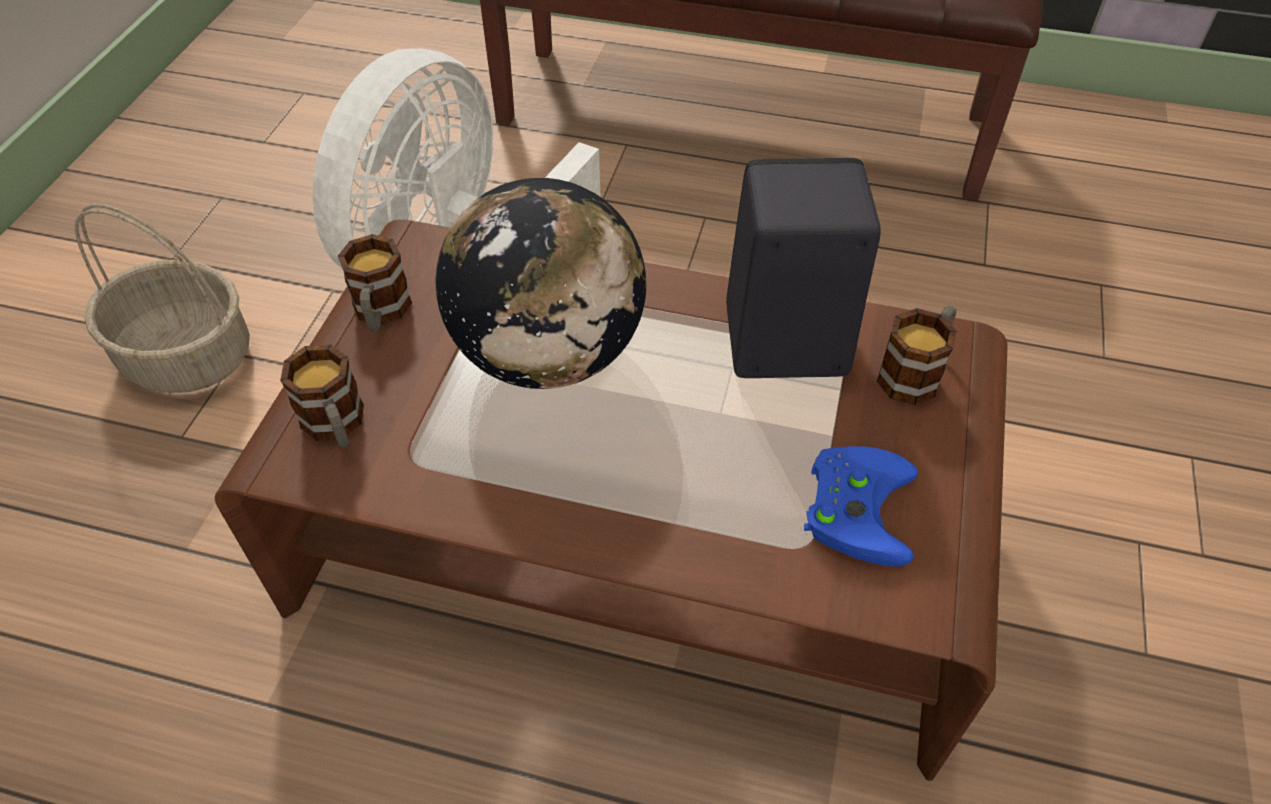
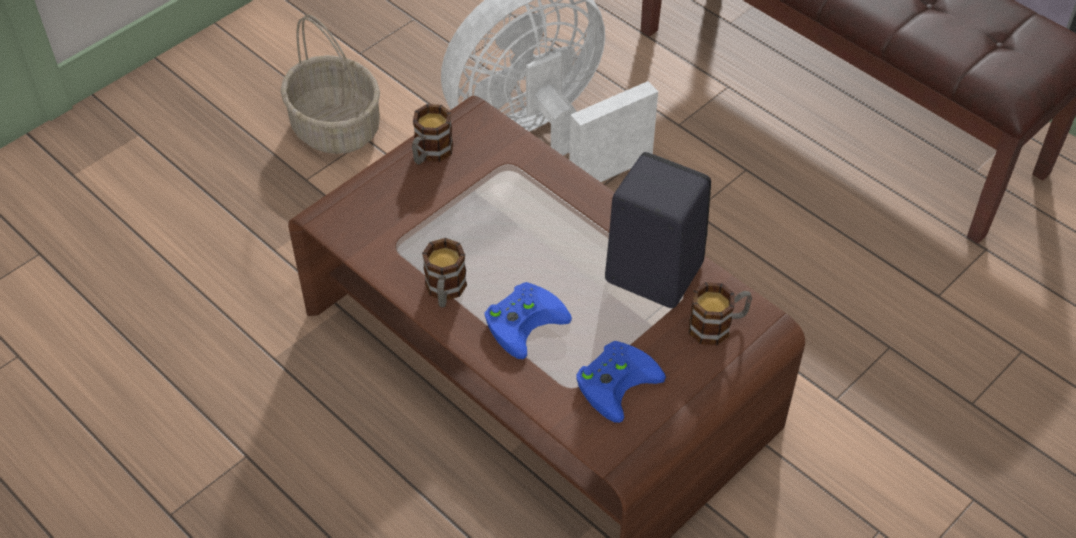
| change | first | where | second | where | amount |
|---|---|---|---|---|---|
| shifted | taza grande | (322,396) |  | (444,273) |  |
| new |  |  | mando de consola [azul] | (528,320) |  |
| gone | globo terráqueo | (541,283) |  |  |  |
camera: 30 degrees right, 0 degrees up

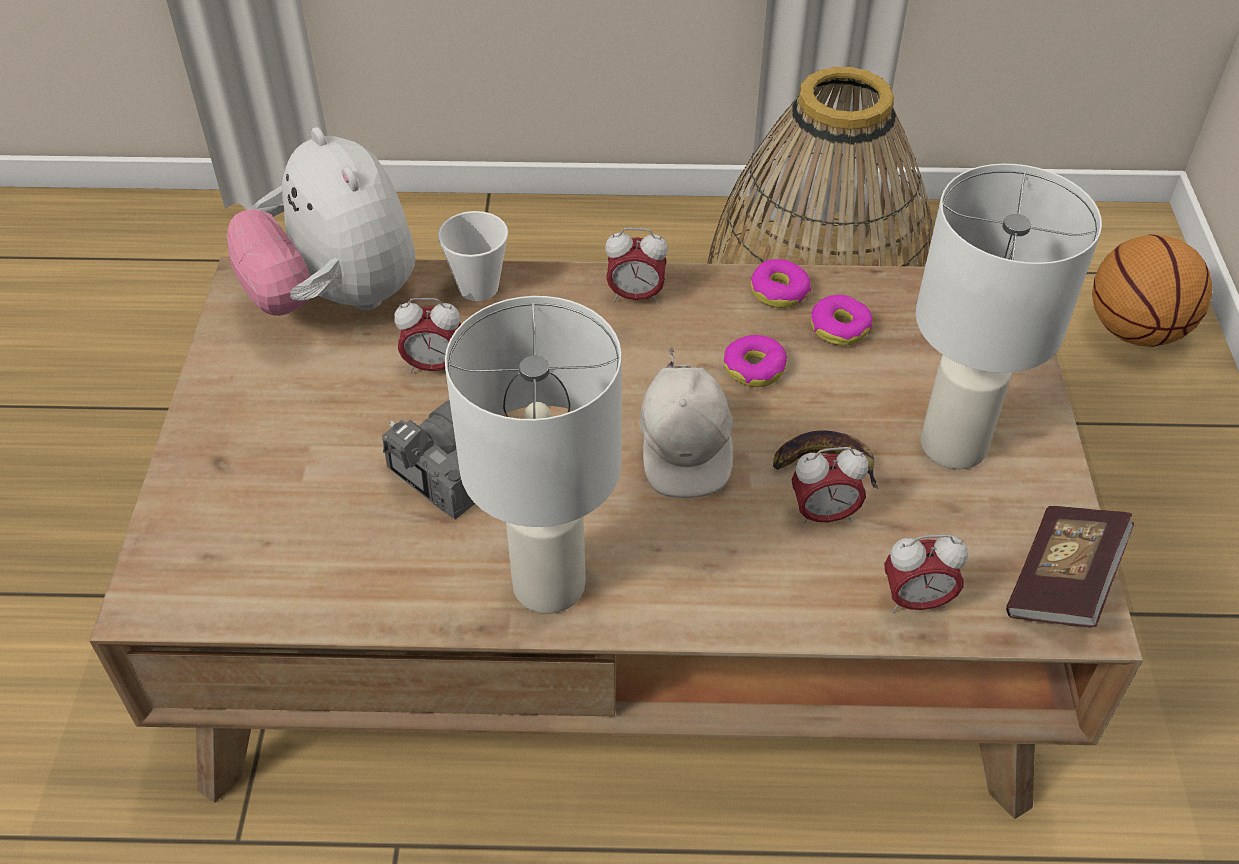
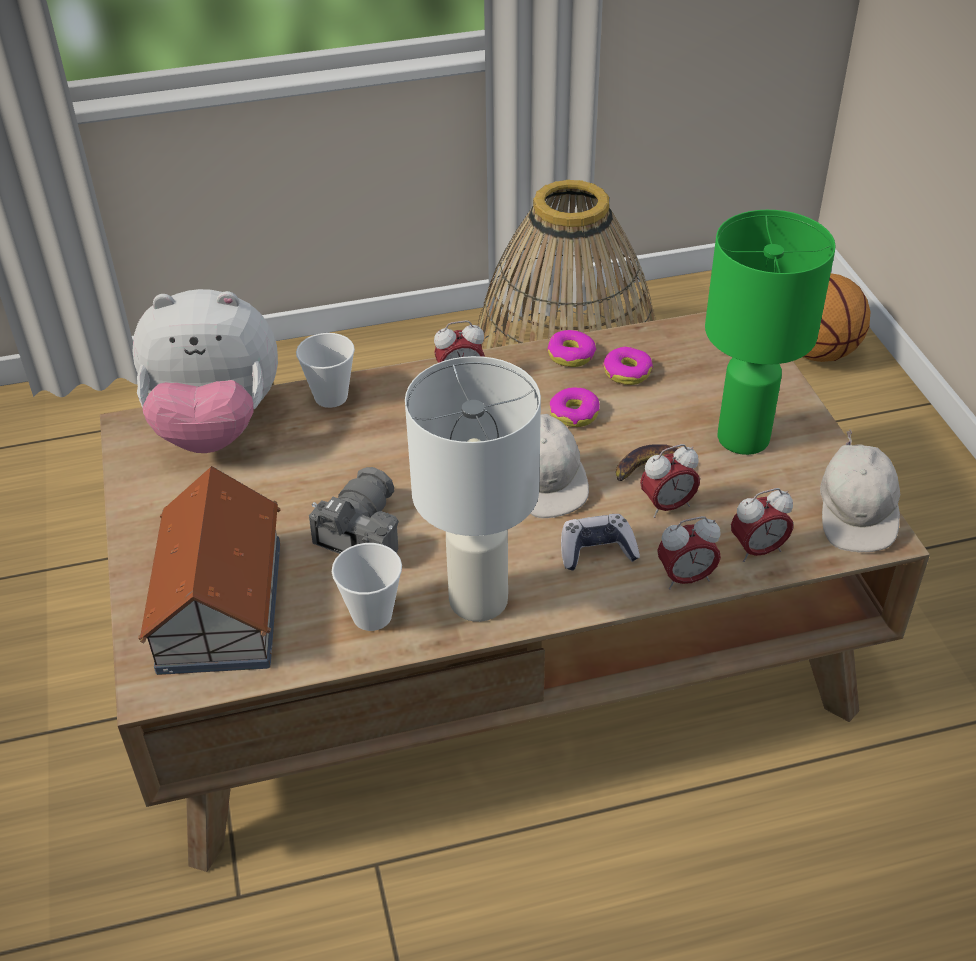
| change | first | where | second | where | amount |
|---|---|---|---|---|---|
| rotated | peluche | (321,221) |  | (205,371) | 45 degrees counterclockwise |
| new |  |  | casita | (209,570) |  |
| new |  |  | taza | (367,587) |  |
| new |  |  | mando de consola | (600,542) |  |
| shifted | despertador | (427,336) |  | (689,553) |  |
| repainted | lámpara de mesa [blanco] | (1009,316) | lámpara de mesa [verde] | (770,332) |  |
| swapped | libro | (1070,566) | gorra [blanco] | (860,490) |  |
camera: 15 degrees left, 5 degrees down

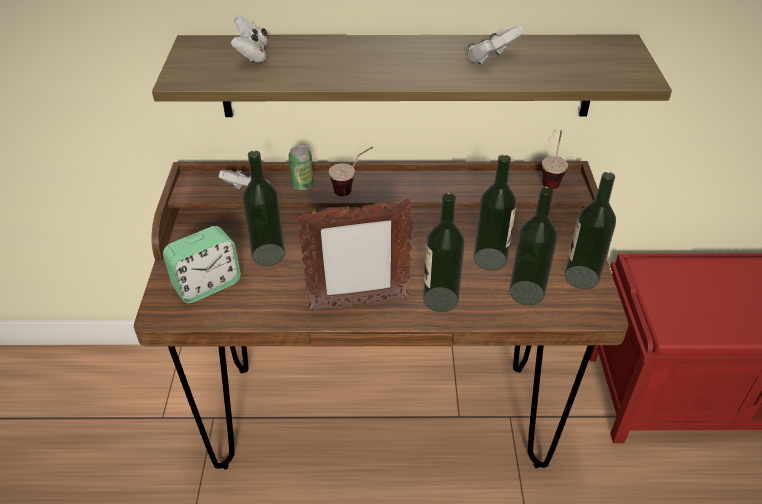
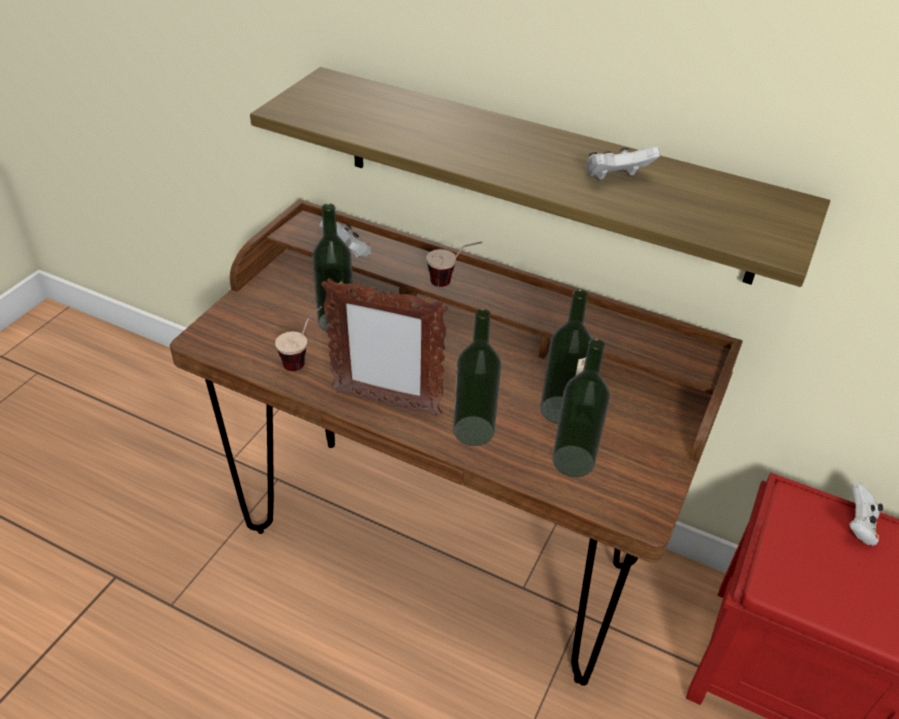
| change | first | where | second | where | amount |
|---|---|---|---|---|---|
| shifted | taza | (555,159) |  | (298,338) |  |
| shifted | mando de consola [blanco] | (249,39) |  | (866,514) |  |
| gone | despertador | (202,264) |  |  |  |
| gone | lata | (301,167) |  |  |  |
| gone | botella | (590,230) |  |  |  |
camera: 25 degrees right, 0 degrees up

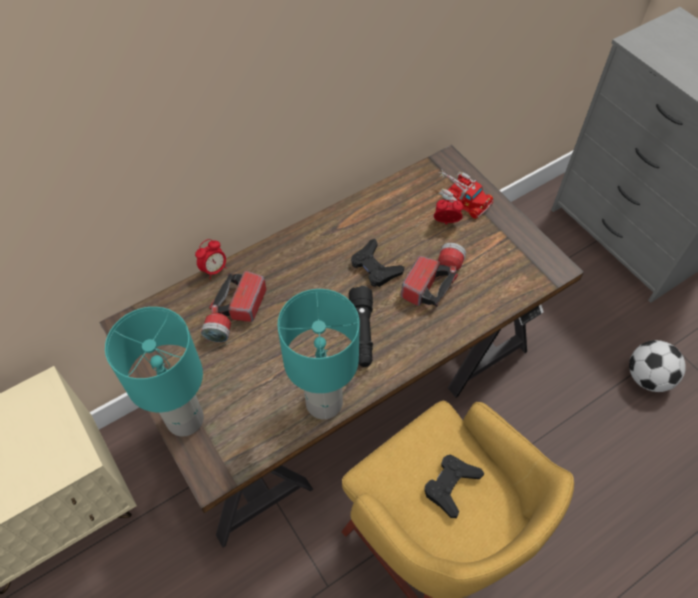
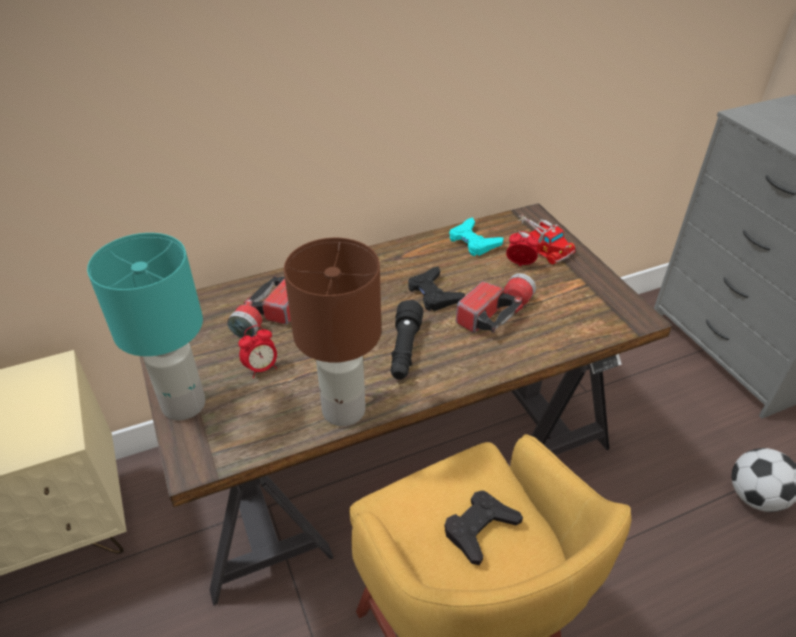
| change | first | where | second | where | amount |
|---|---|---|---|---|---|
| shifted | despertador | (211,259) |  | (257,351) |  |
| repainted | lámpara de mesa [turquesa] | (319,354) | lámpara de mesa [marrón] | (332,332) |  |
| new |  |  | mando de consola [turquesa] | (476,236) |  |
camera: 10 degrees right, 15 degrees down

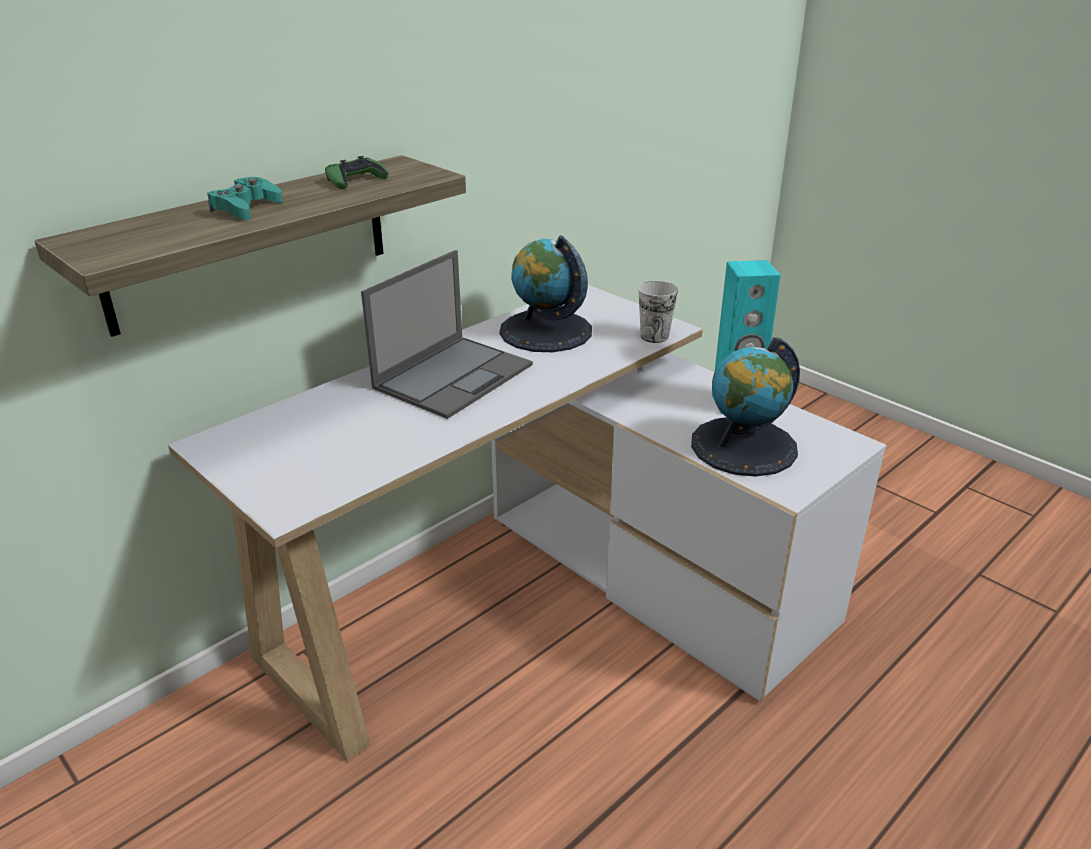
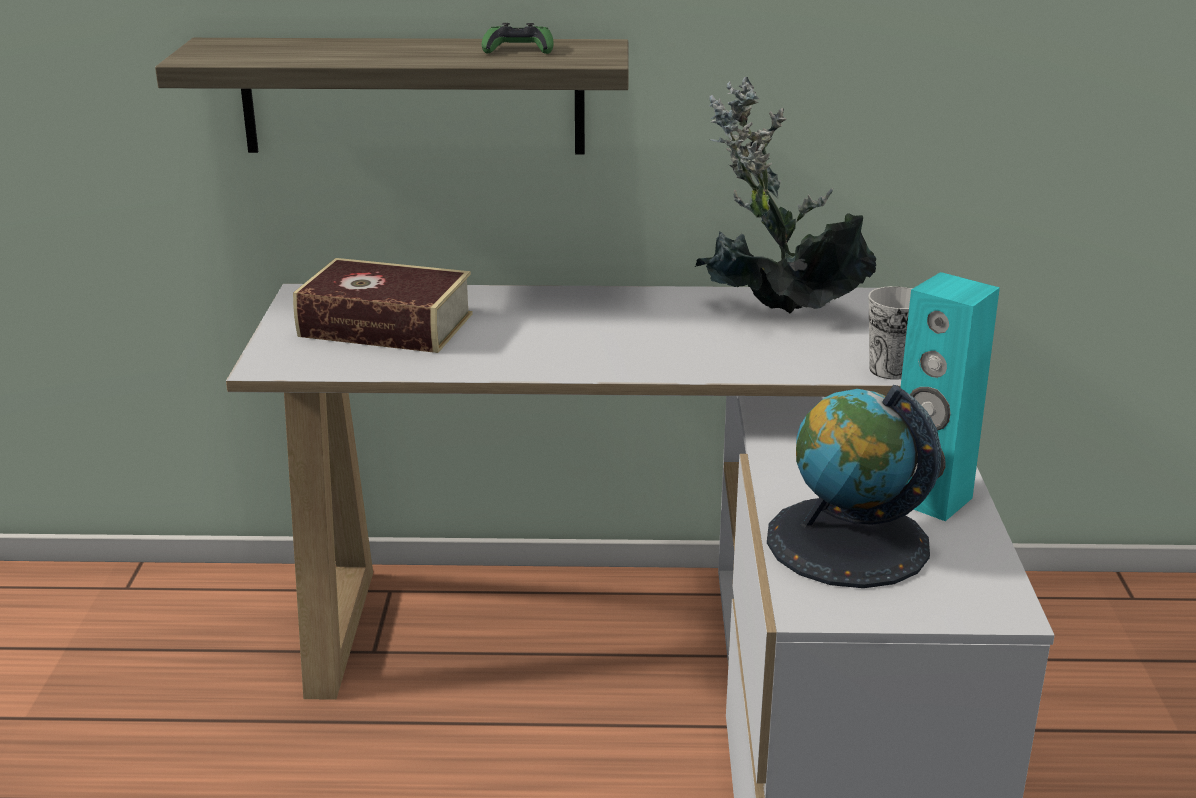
| change | first | where | second | where | amount |
|---|---|---|---|---|---|
| new |  |  | libro | (383,305) |  |
| swapped | globo terráqueo | (545,293) | planta en maceta | (785,195) |  |
| gone | mando de consola [turquesa] | (245,198) |  |  |  |
| gone | portátil | (447,334) |  |  |  |
camera: 45 degrees right, 5 degrees down

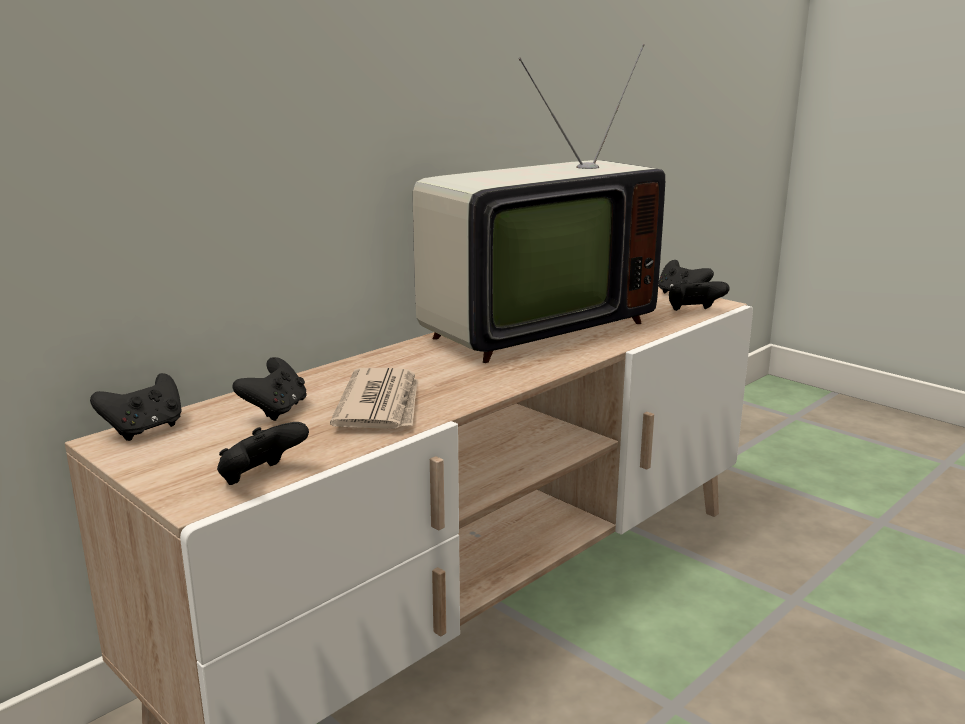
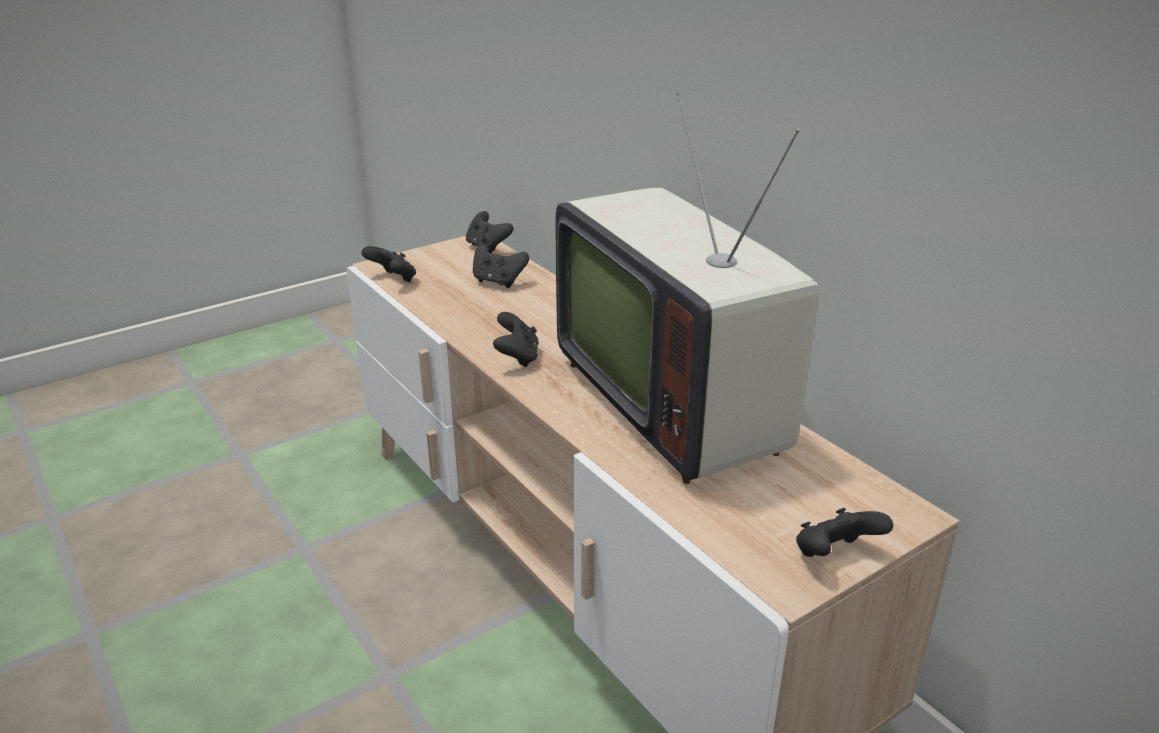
| change | first | where | second | where | amount |
|---|---|---|---|---|---|
| shifted | mando de consola [negro] | (699,296) |  | (516,339) |  |
| gone | periódico | (374,398) |  |  |  |
camera: 100 degrees right, 10 degrees up

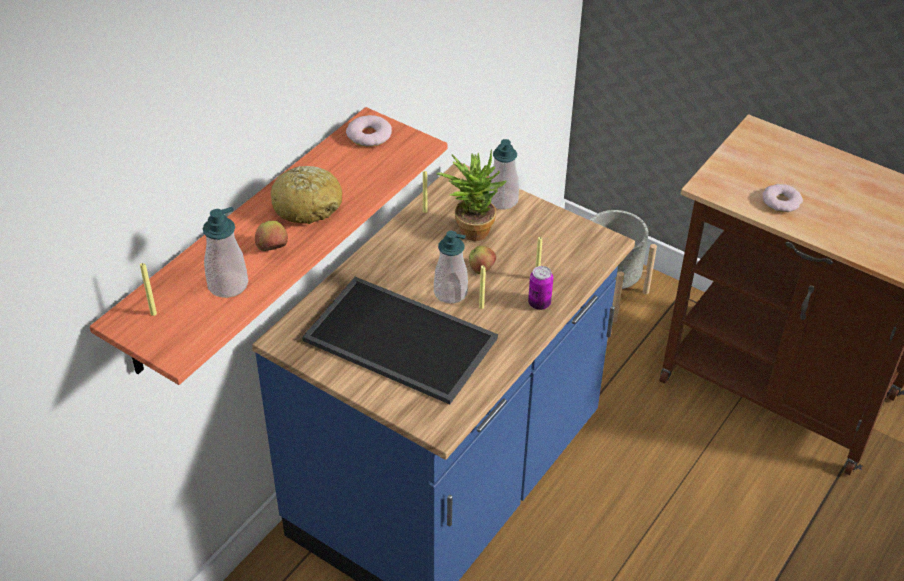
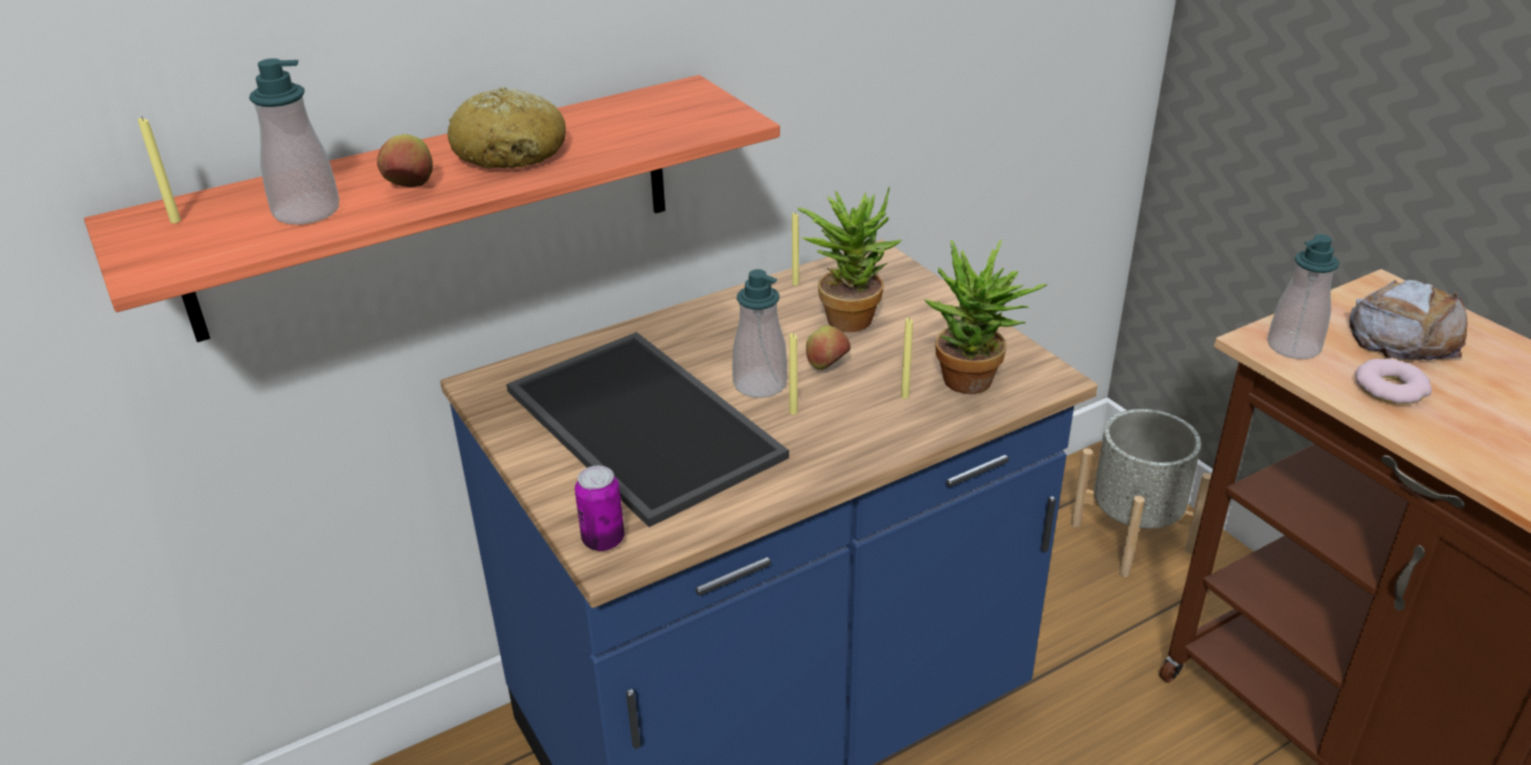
| change | first | where | second | where | amount |
|---|---|---|---|---|---|
| shifted | lata | (540,288) |  | (599,508) |  |
| new |  |  | planta en maceta | (986,317) |  |
| shifted | dispensador de jabón | (504,174) |  | (1303,296) |  |
| new |  |  | pan | (1409,320) |  |
| gone | rosquilla | (369,131) |  |  |  |
camera: 25 degrees right, 10 degrees down

